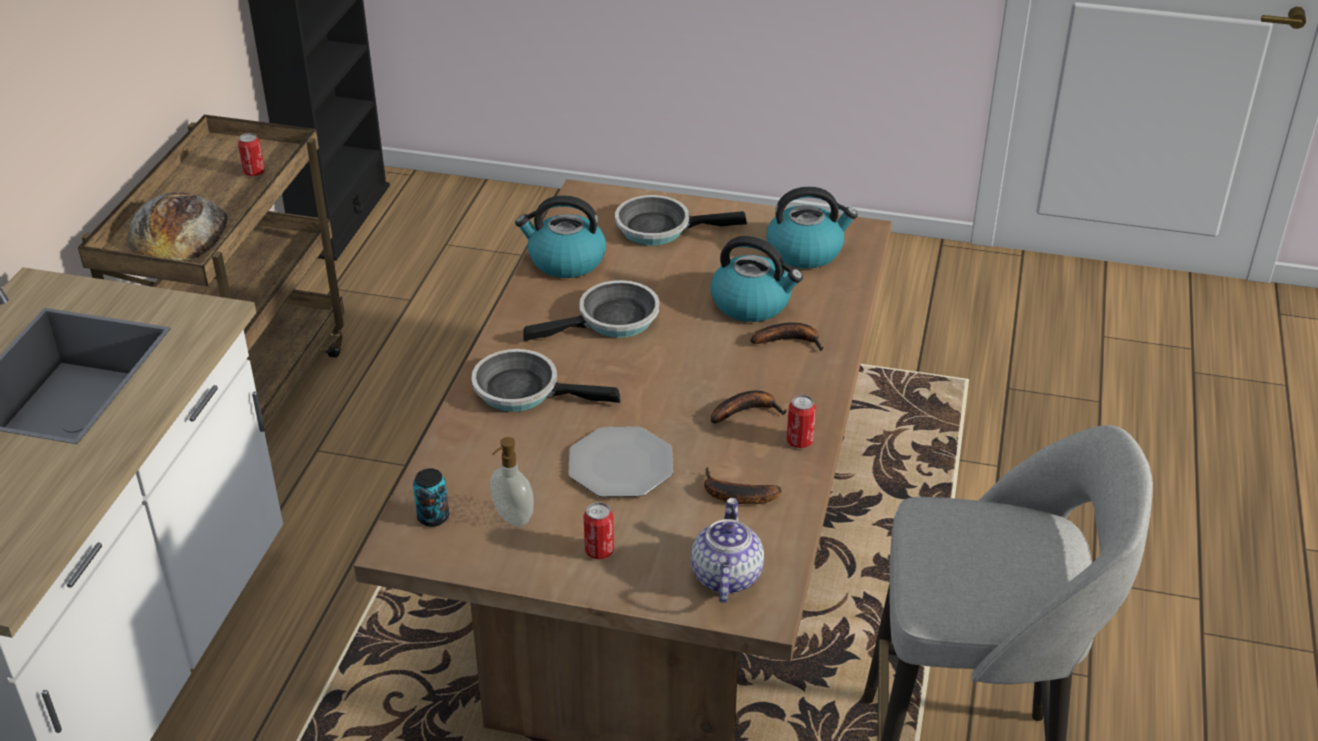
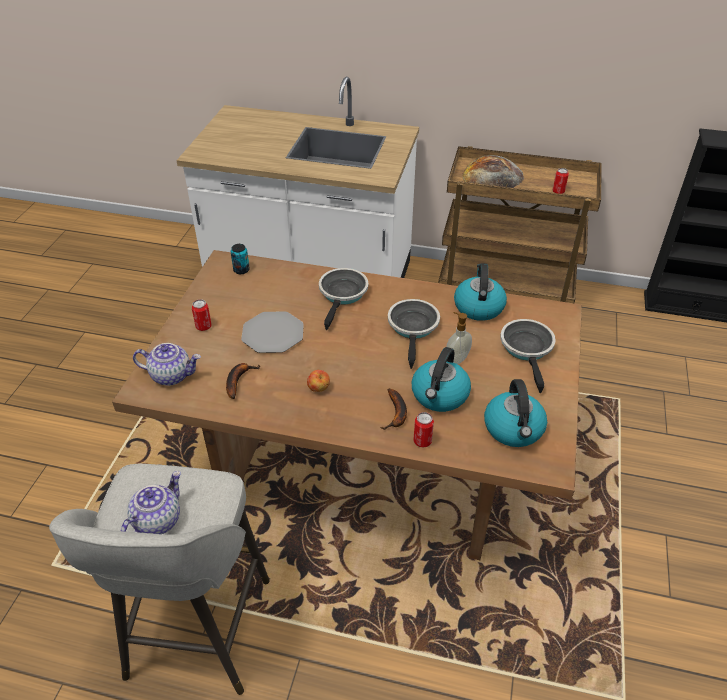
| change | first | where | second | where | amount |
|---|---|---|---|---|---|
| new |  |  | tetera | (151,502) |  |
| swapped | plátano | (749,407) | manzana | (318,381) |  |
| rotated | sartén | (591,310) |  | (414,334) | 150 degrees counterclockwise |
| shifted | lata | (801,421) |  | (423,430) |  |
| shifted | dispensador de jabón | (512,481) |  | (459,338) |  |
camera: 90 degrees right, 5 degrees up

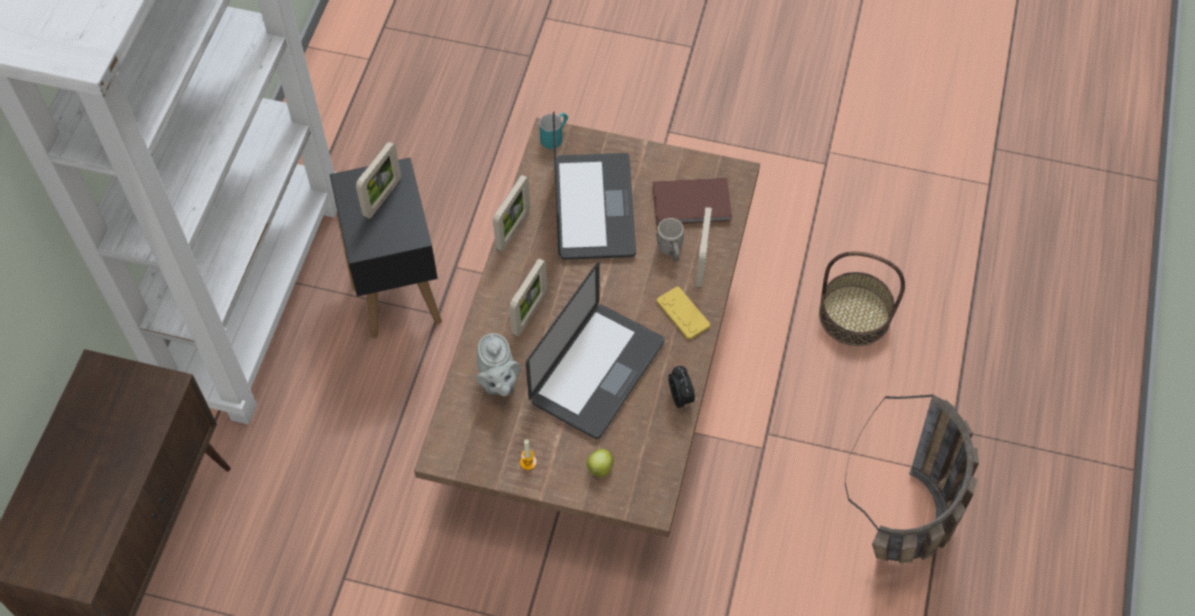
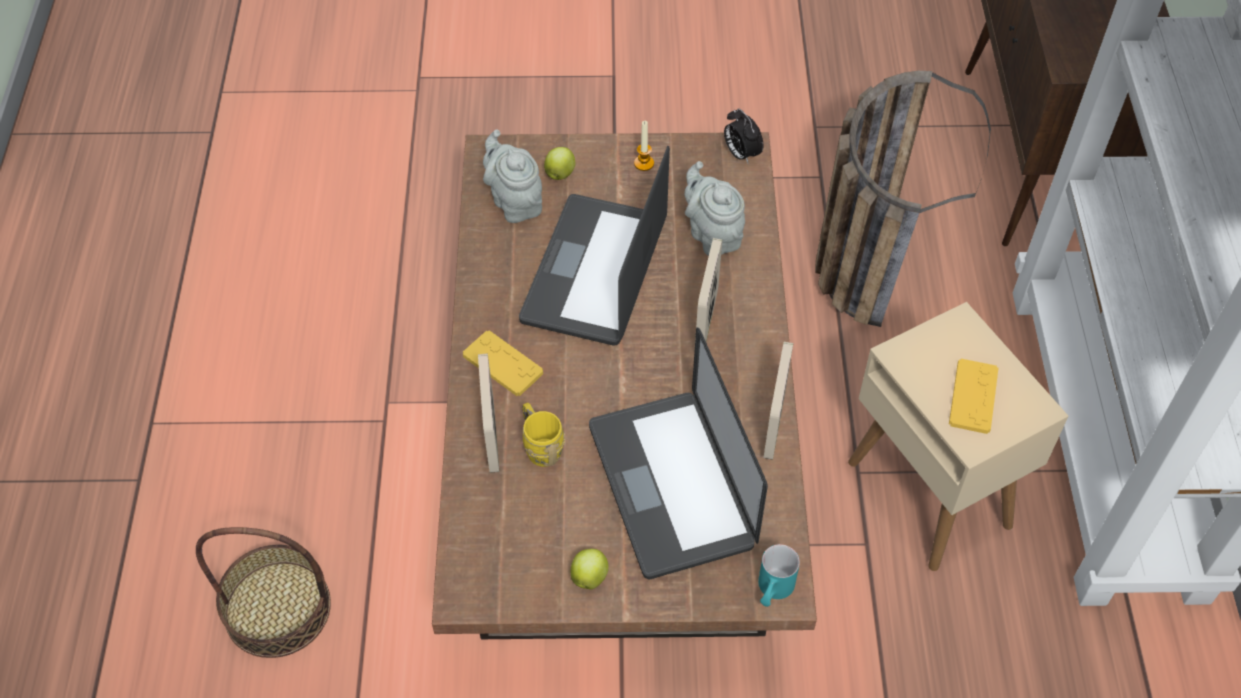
| change | first | where | second | where | amount |
|---|---|---|---|---|---|
| new |  |  | tetera [gris] | (512,176) |  |
| repainted | taza grande [gris] | (670,240) | taza grande [amarillo] | (543,435) |  |
| new |  |  | manzana | (590,569) |  |
| shifted | despertador | (681,387) |  | (743,136) |  |
| shifted | cesta | (912,479) |  | (903,199) |  |
| repainted | mesa auxiliar [negro] | (386,248) | mesa auxiliar [beis] | (958,436) |  |
| swapped | portarretratos | (378,180) | mando de consola [amarillo] | (973,396) |  |
| gone | libro [marrón] | (692,202) |  |  |  |
camera: 165 degrees right, 5 degrees down

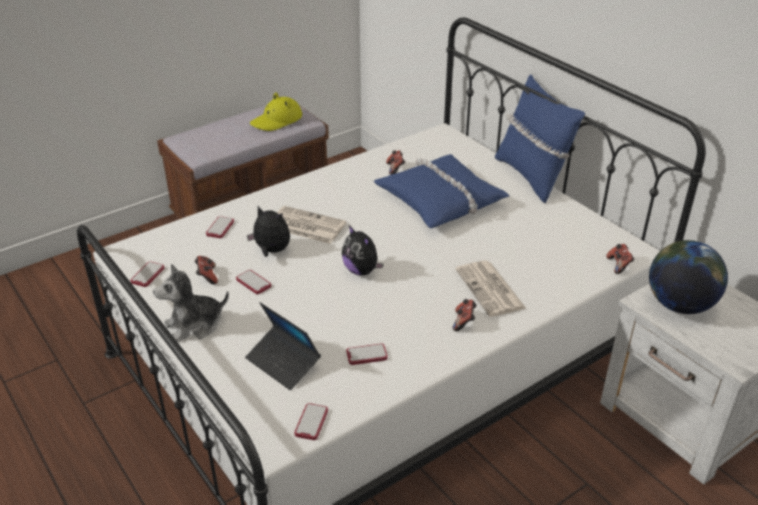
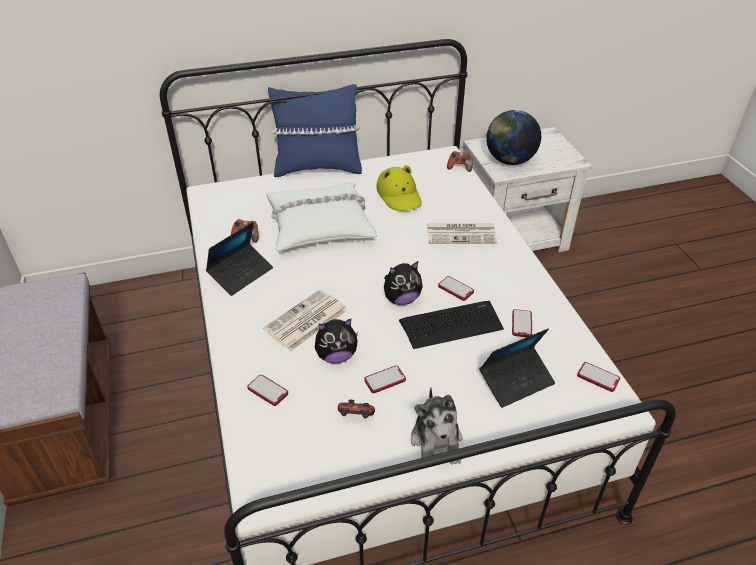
| change | first | where | second | where | amount |
|---|---|---|---|---|---|
| new |  |  | portátil | (239,259) |  |
| repainted | cojín [azul] | (441,191) | cojín [blanco] | (321,216) |  |
| rotated | peluche | (268,231) |  | (336,341) | 150 degrees counterclockwise |
| shifted | sombrero [amarillo] | (276,111) |  | (399,188) |  |
| new |  |  | teclado | (451,325) |  |
| shifted | móvil | (147,274) |  | (456,288) |  |
| gone | mando de consola | (465,315) |  |  |  |
camera: 70 degrees left, 5 degrees up

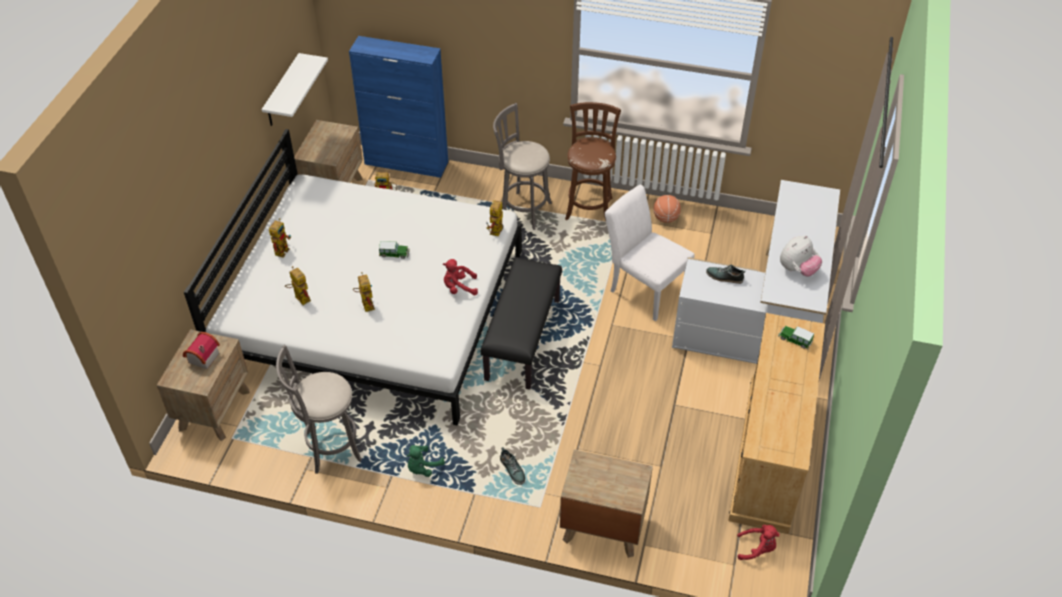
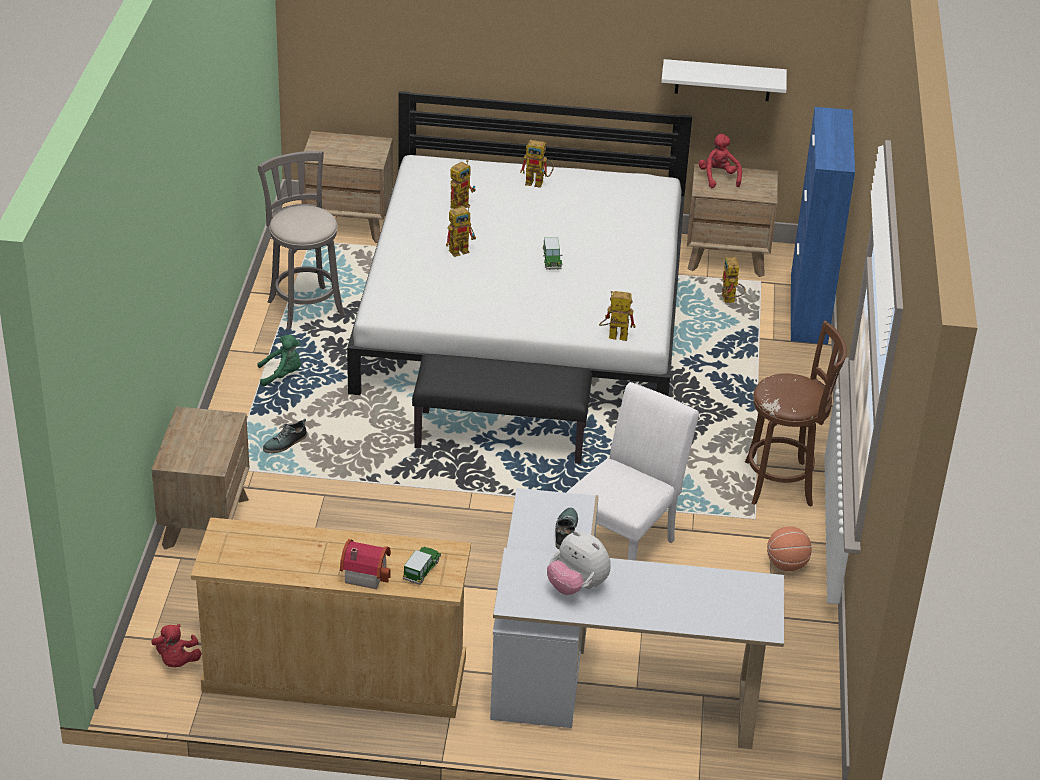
| change | first | where | second | where | amount |
|---|---|---|---|---|---|
| rotated | peluche [verde] | (426,461) |  | (279,360) | 135 degrees clockwise |
| shifted | casita | (201,350) |  | (365,564) |  |
| shifted | peluche [rojo] | (460,277) |  | (720,161) |  |
| gone | taburete [gris] | (522,166) |  |  |  |
camera: 80 degrees right, 10 degrees down

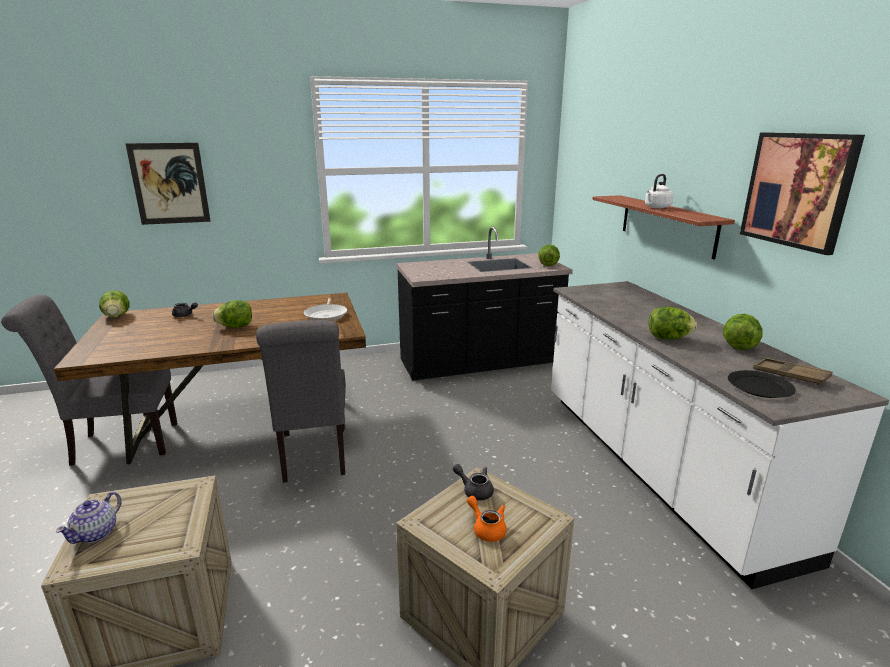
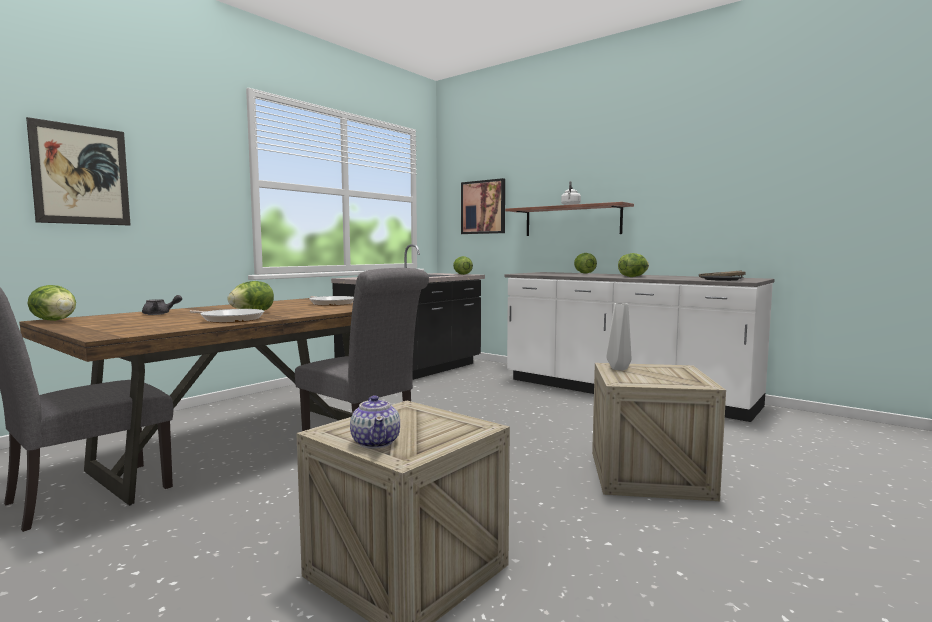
| change | first | where | second | where | amount |
|---|---|---|---|---|---|
| new |  |  | sartén | (226,316) |  |
| shifted | cuadro | (802,193) |  | (483,206) |  |
| shifted | lechuga | (743,332) |  | (585,263) |  |
| swapped | tetera [gris] | (473,482) | florero [gris] | (618,336) |  |
| gone | tetera [naranja] | (487,519) |  |  |  |
camera: 35 degrees left, 15 degrees down

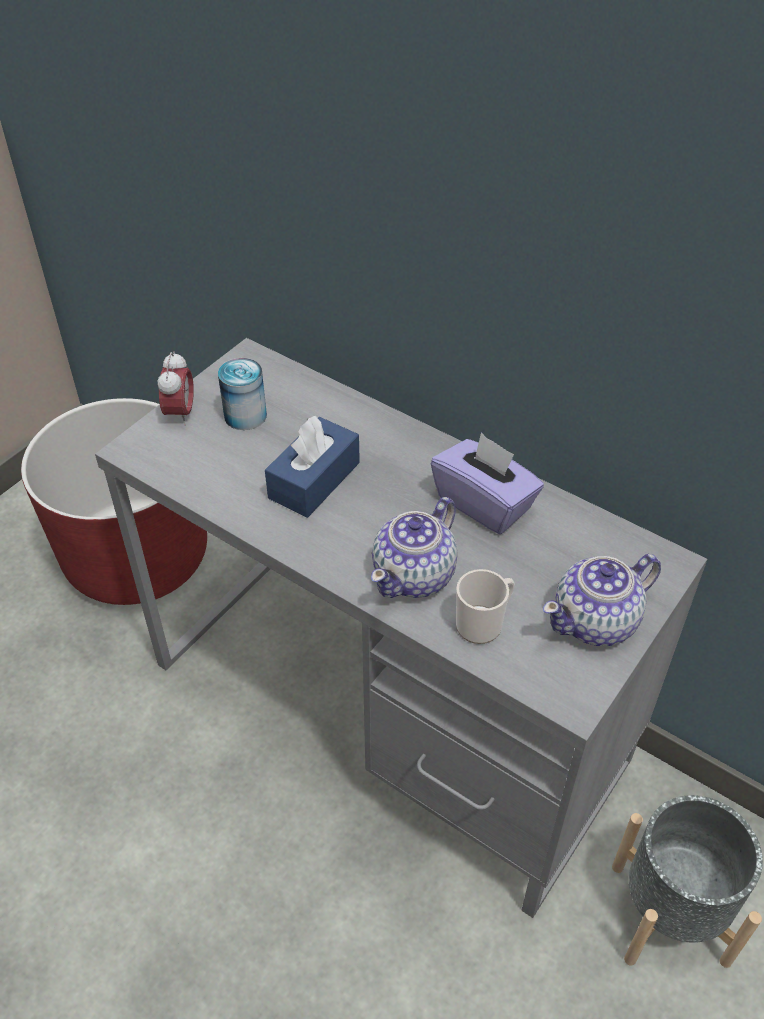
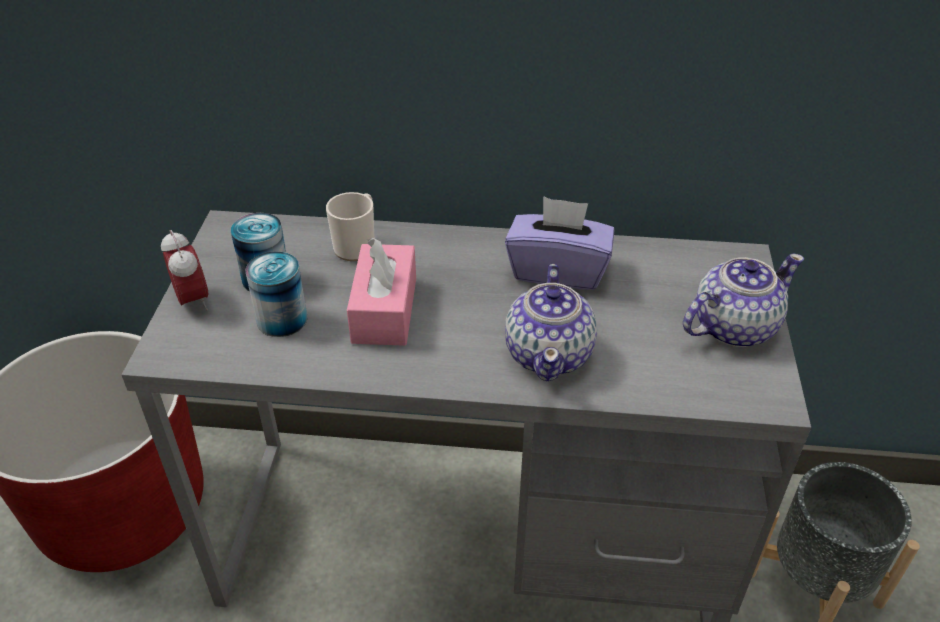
| change | first | where | second | where | amount |
|---|---|---|---|---|---|
| new |  |  | lata | (277,294) |  |
| shifted | taza grande | (485,606) |  | (350,226) |  |
| repainted | caja de pañuelos [azul] | (312,467) | caja de pañuelos [rosa] | (381,291) |  |
| rotated | tetera | (602,600) |  | (743,300) | 150 degrees counterclockwise |
camera: 30 degrees left, 5 degrees down

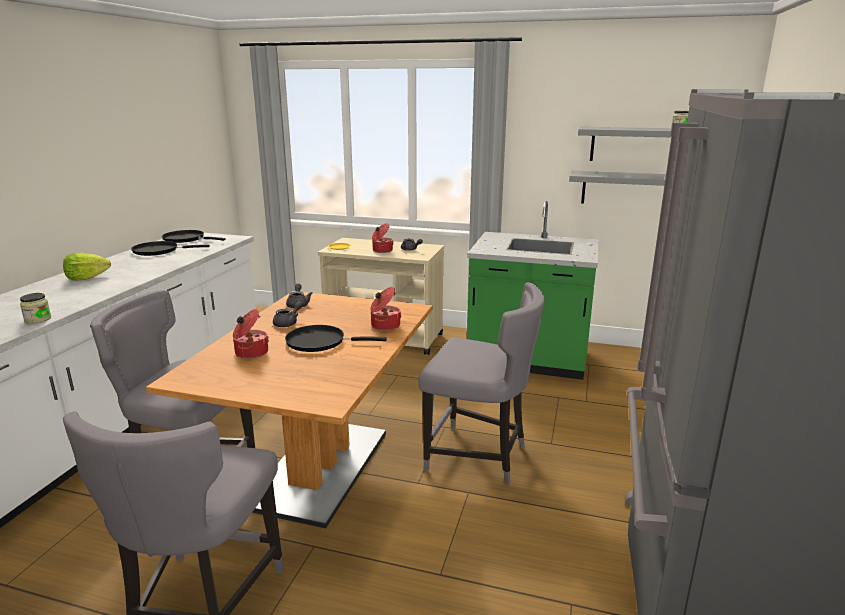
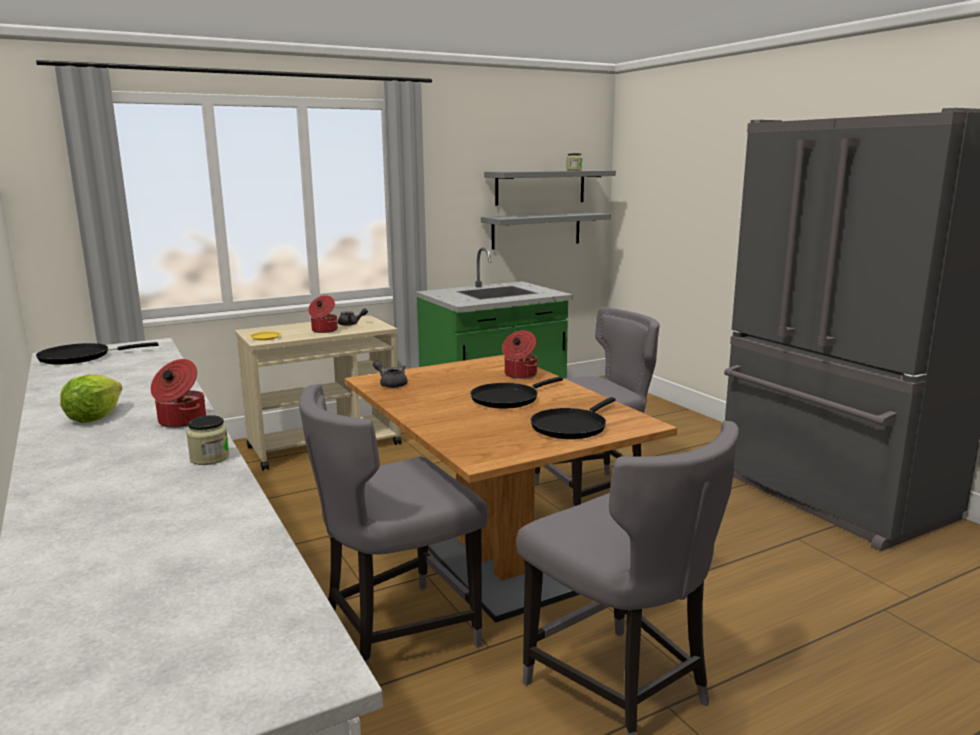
| change | first | where | second | where | amount |
|---|---|---|---|---|---|
| shifted | olla | (251,334) |  | (178,393) |  |
| shifted | sartén [negro] | (170,248) |  | (573,418) |  |
| gone | tetera [gris] | (288,314) |  |  |  |
camera: 45 degrees left, 5 degrees down

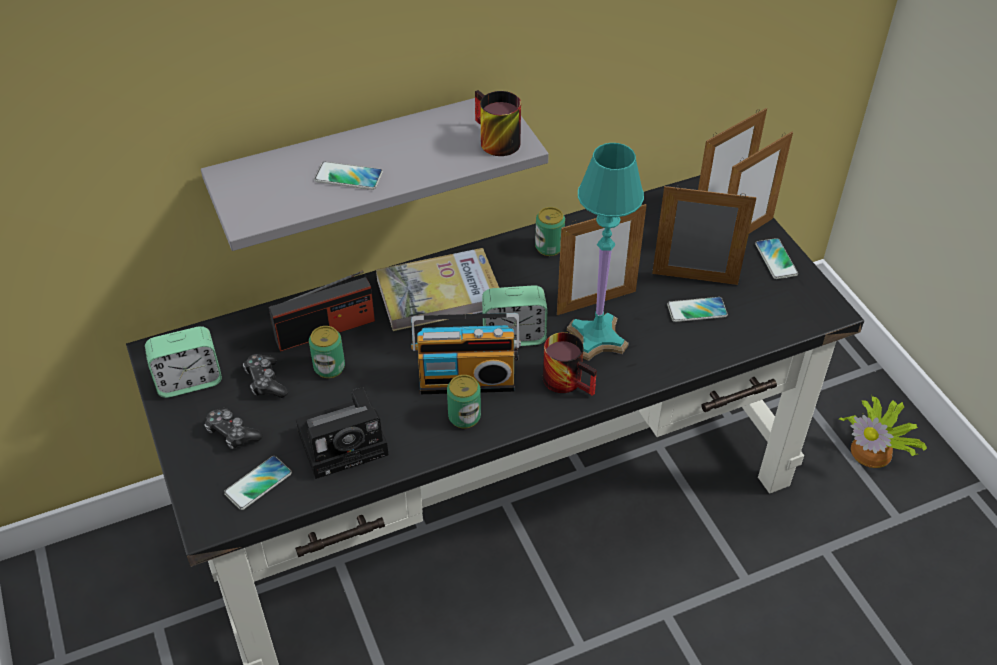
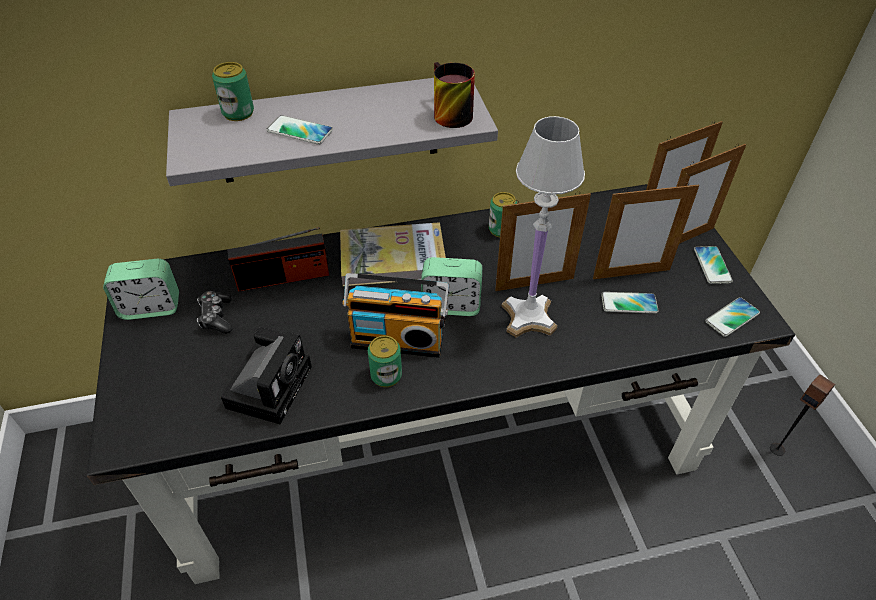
| change | first | where | second | where | amount |
|---|---|---|---|---|---|
| shifted | lata | (327,352) |  | (233,91) |  |
| rotated | cámara | (342,433) |  | (266,376) | 60 degrees counterclockwise |
| repainted | lámpara de mesa [turquesa] | (605,252) | lámpara de mesa [blanco] | (543,227) |  |
| rotated | portarretratos | (704,235) |  | (646,230) | 150 degrees clockwise |
| shifted | móvil | (258,483) |  | (732,317) |  |
| swapped | planta en maceta | (883,432) | altavoz | (802,415) |  |
| gone | mando de consola | (233,428) |  |  |  |
| gone | taza grande | (570,364) |  |  |  |
camera: 10 degrees right, 0 degrees up

